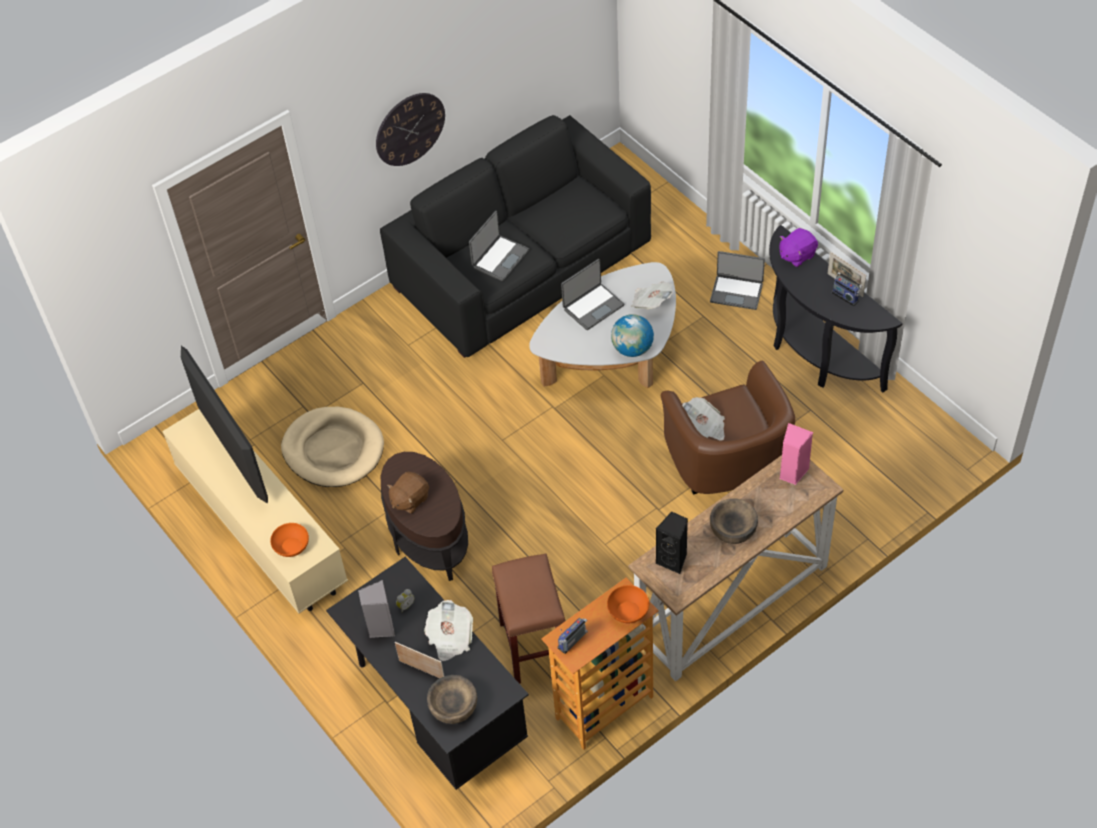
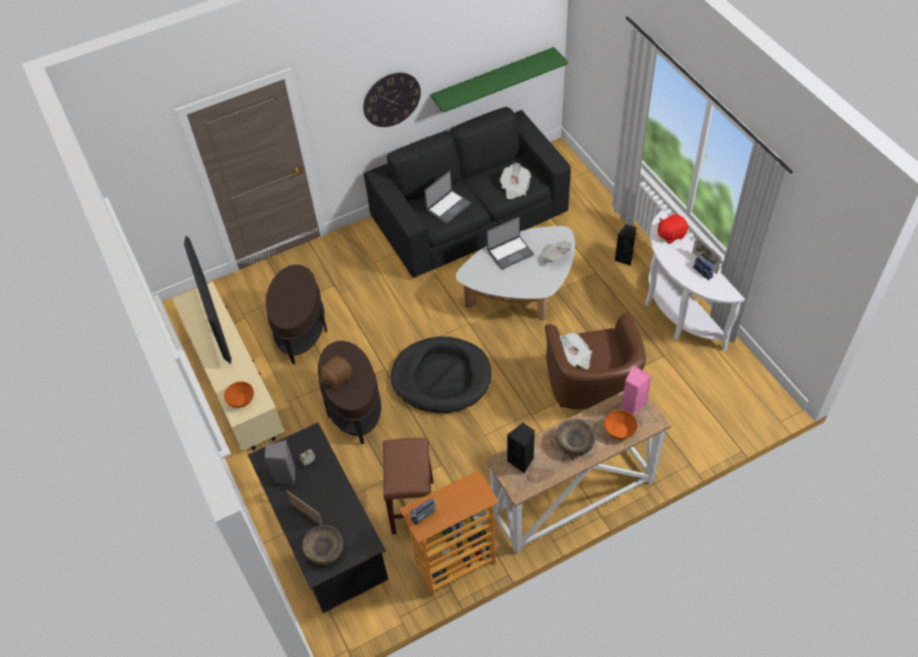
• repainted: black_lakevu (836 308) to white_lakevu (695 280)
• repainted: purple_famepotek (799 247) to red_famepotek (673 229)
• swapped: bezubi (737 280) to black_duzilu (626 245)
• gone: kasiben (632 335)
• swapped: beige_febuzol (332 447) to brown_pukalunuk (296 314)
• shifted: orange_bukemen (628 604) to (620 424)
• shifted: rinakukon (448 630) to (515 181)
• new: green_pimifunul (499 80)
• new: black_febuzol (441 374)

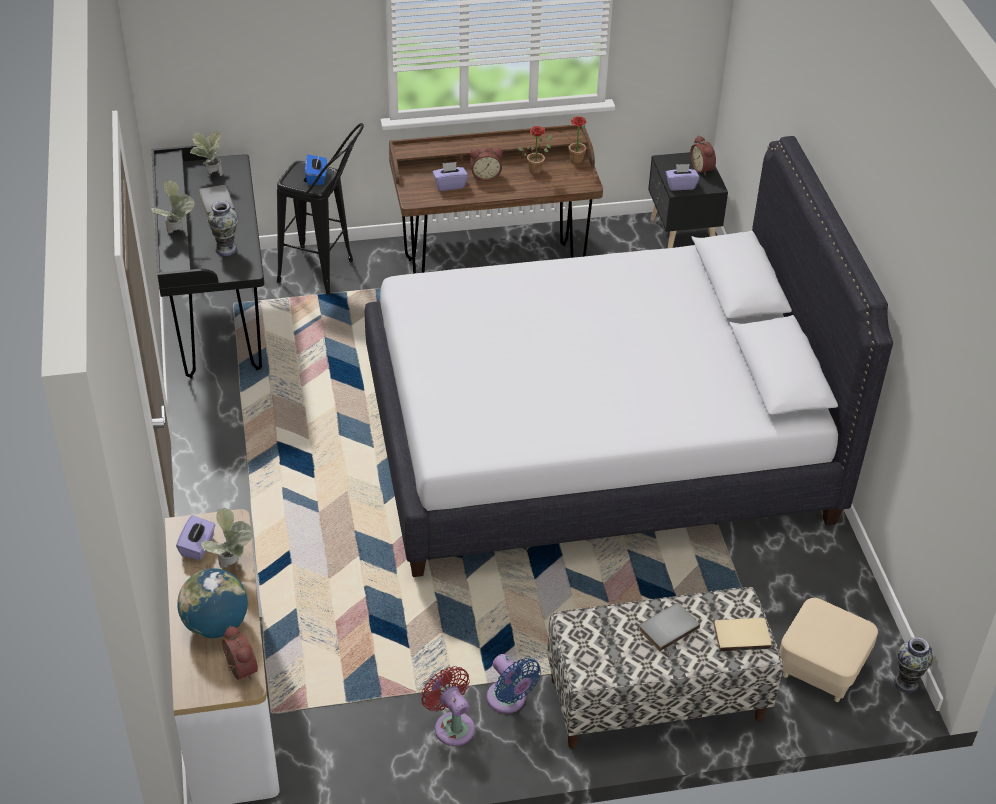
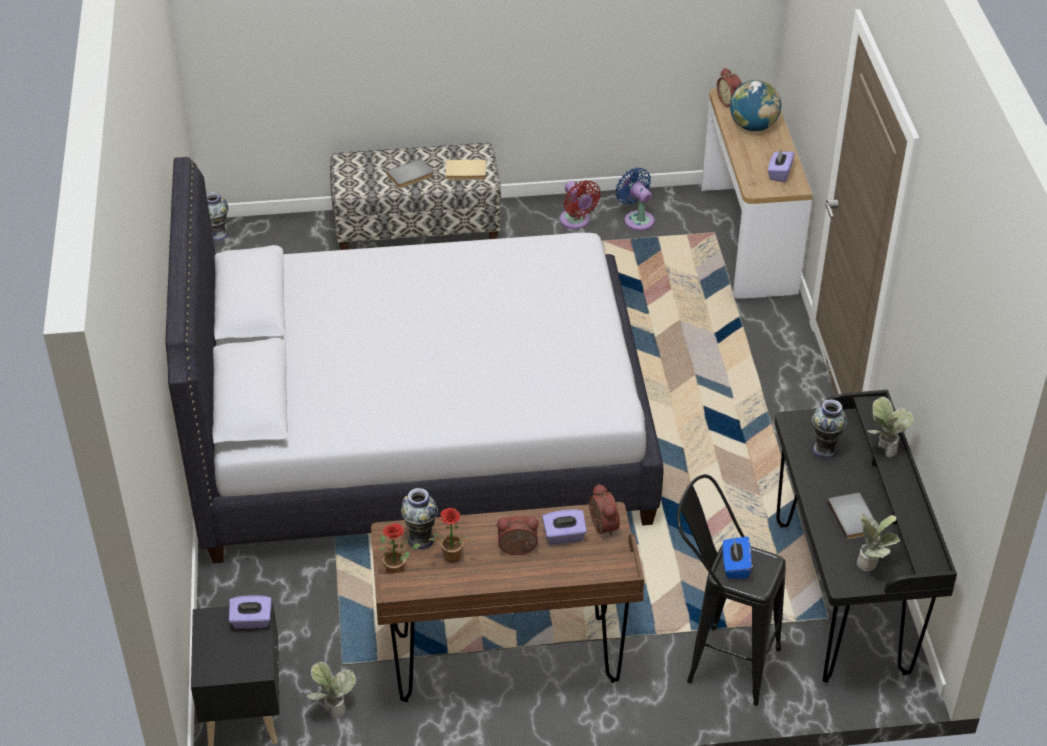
• shifted: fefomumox (703 155) to (604 510)
• shifted: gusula (227 538) to (331 690)
• gone: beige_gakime (828 650)
• shifted: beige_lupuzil (743 634) to (466 170)
• shifted: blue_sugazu (514 684) to (635 199)
• new: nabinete (419 518)

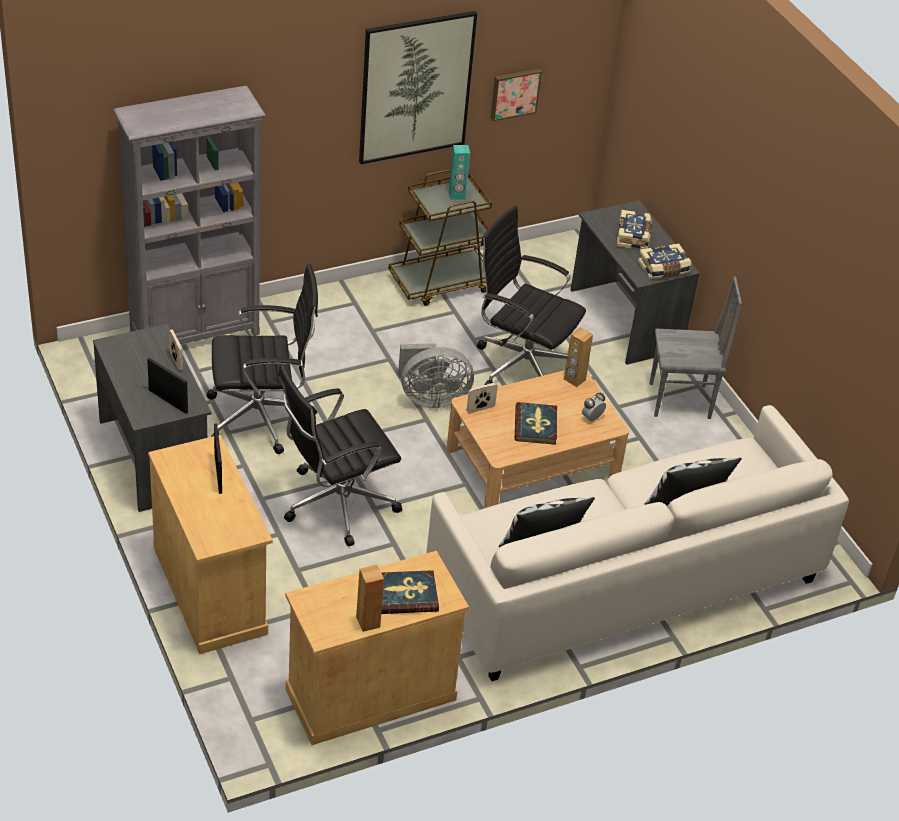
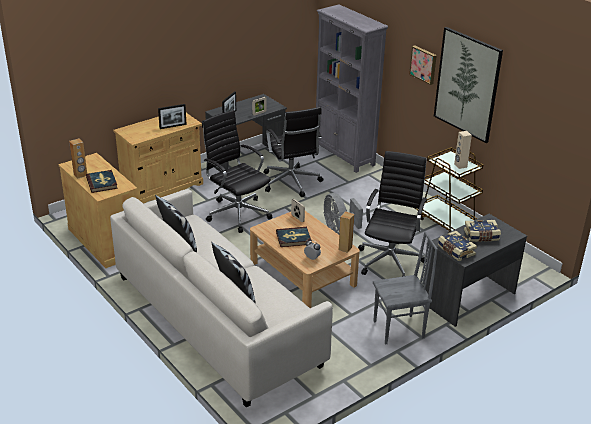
• shifted: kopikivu (516 94) to (423 65)
• repainted: turquoise_duzilu (459 172) to beige_duzilu (463 150)
• rotated: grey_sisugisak (695 347) = (405 288) 90 degrees counterclockwise

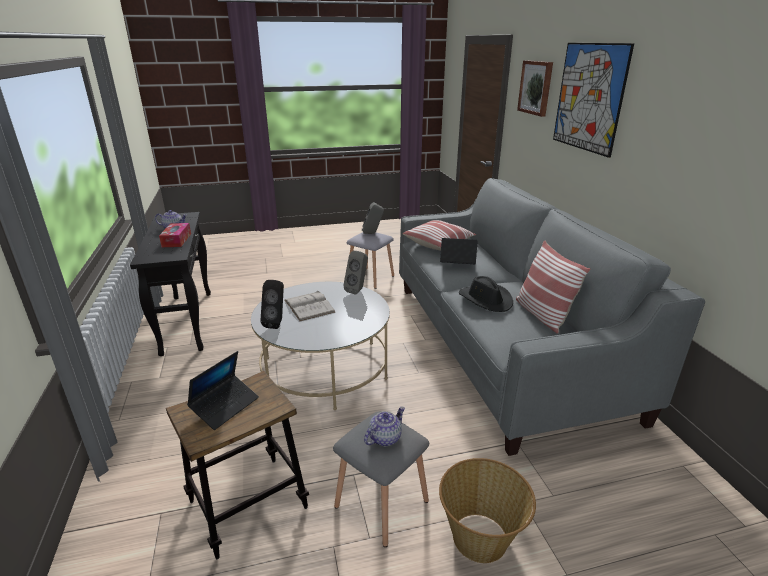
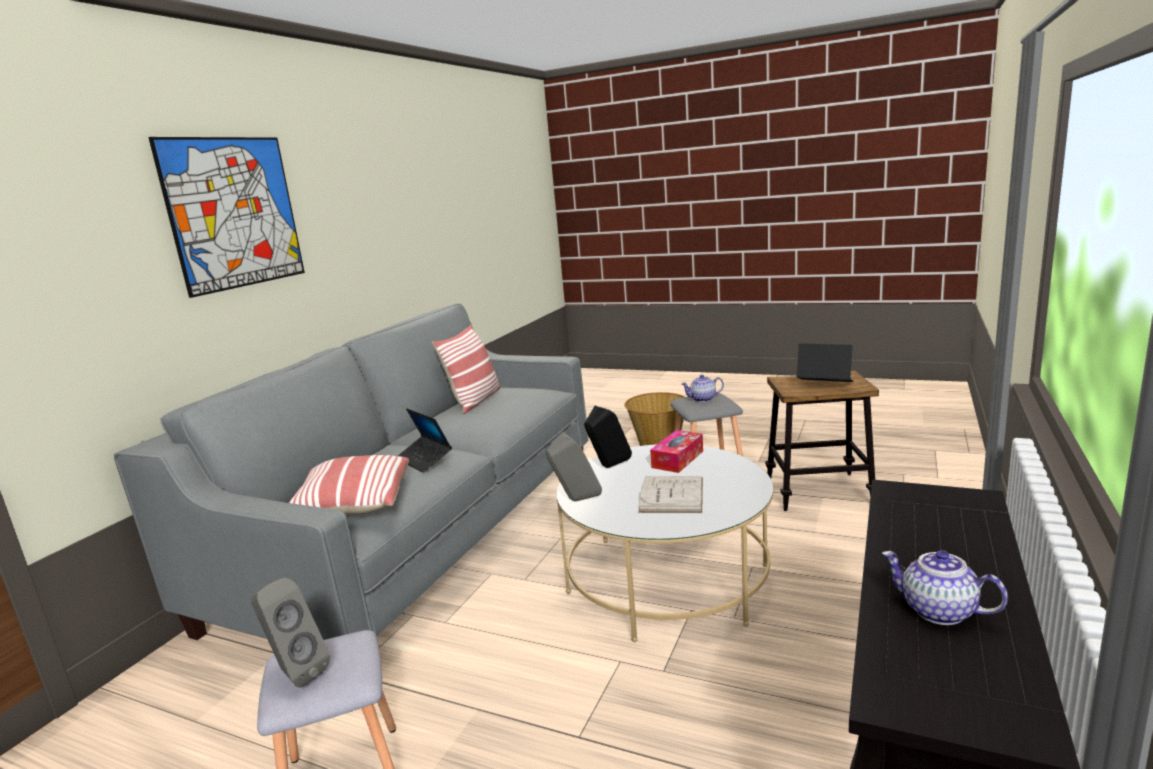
• gone: kopikivu (535 88)
• shifted: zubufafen (175 235) to (676 451)
• gone: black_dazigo (486 294)
• shifted: black_duzilu (272 304) to (608 437)
• rotated: bezubi (223 390) = (825 362) 45 degrees clockwise

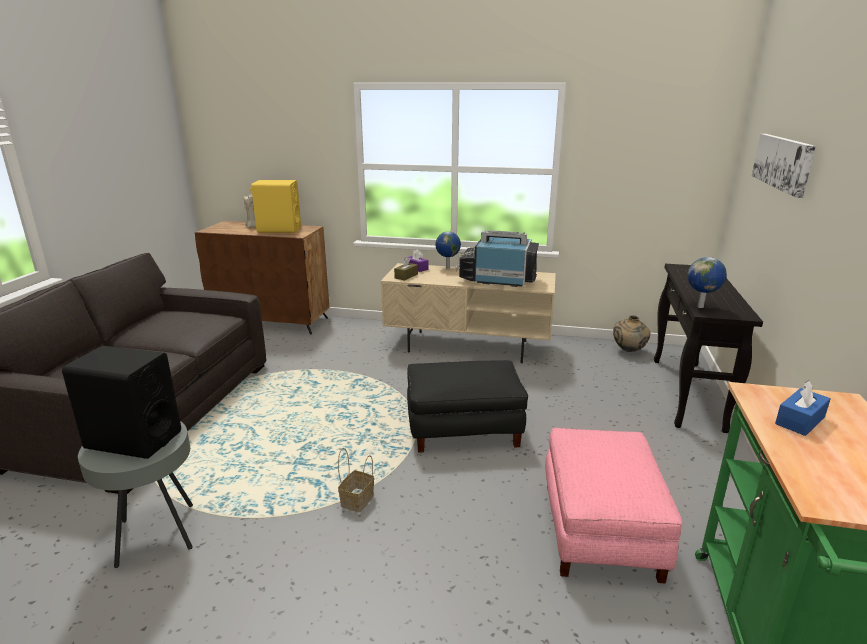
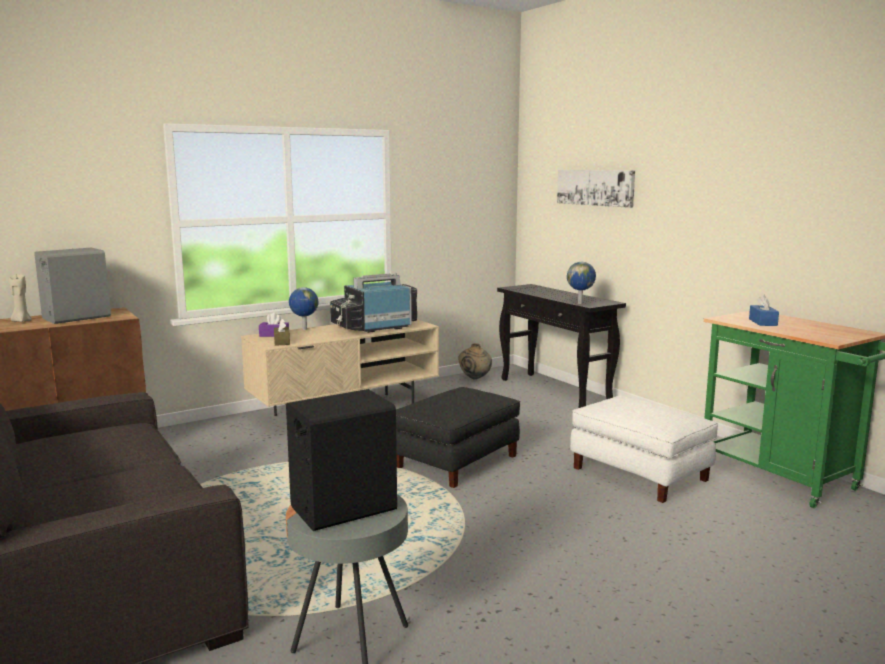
• repainted: yellow_duzilu (275 206) to grey_duzilu (72 286)
• repainted: pink_gakime (614 505) to white_gakime (644 449)
• gone: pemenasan (356 480)

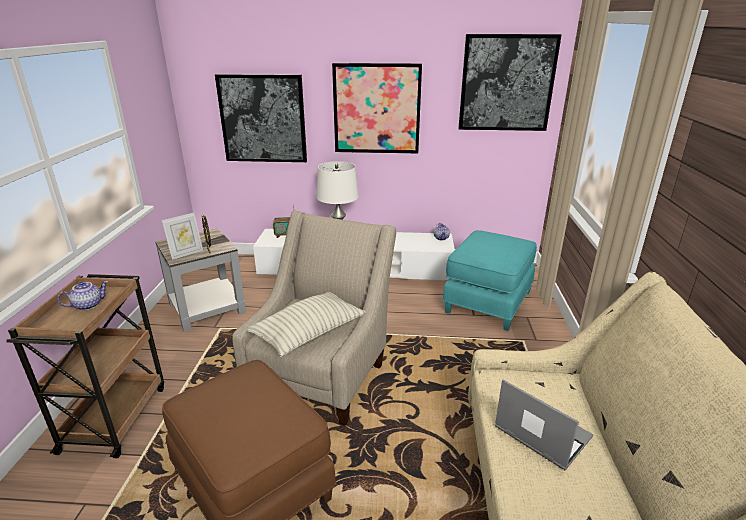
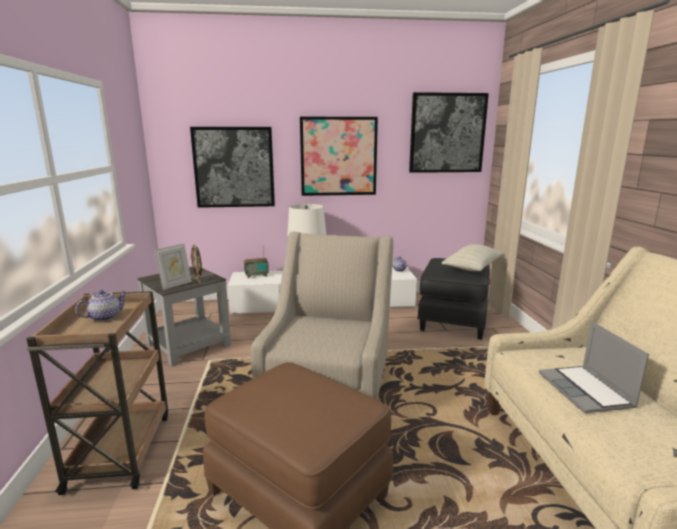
• repainted: turquoise_gakime (489 280) to black_gakime (453 299)
• shifted: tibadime (306 324) to (473 257)
• rotated: bezubi (544 424) = (594 367) 135 degrees counterclockwise

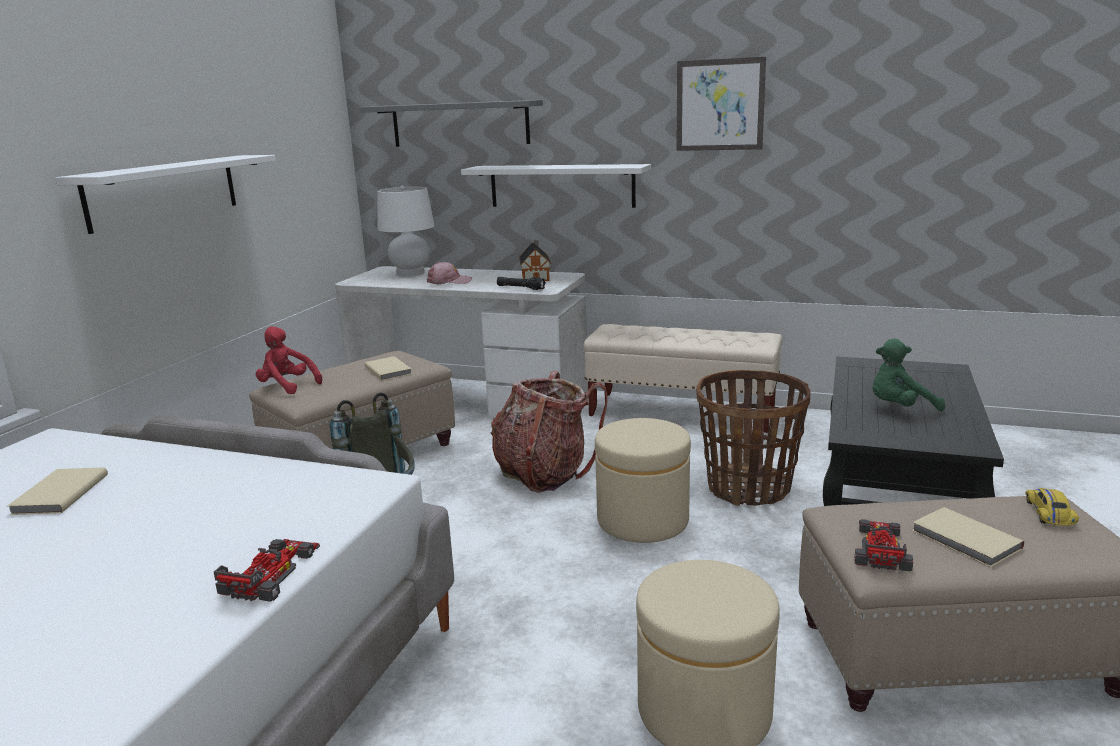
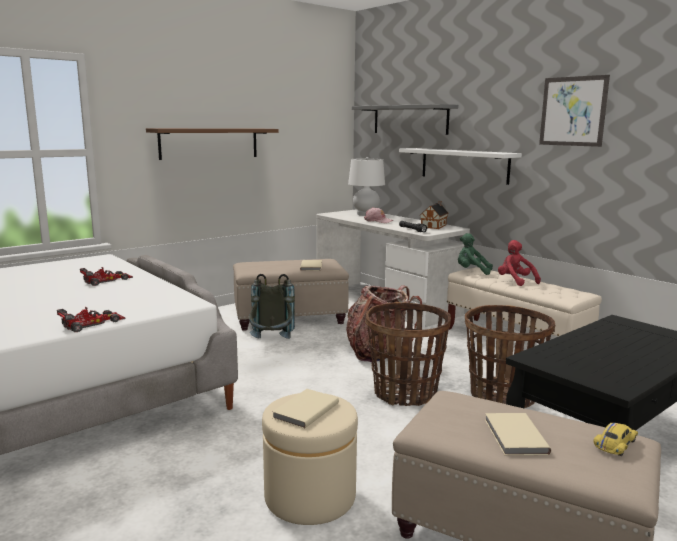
• repainted: white_pimifunul (166 194) to brown_pimifunul (212 144)
• shifted: red_famepotek (288 360) to (519 263)
• shifted: green_famepotek (908 375) to (475 254)
• swapped: beige_gakime (643 480) to pemenasan (408 354)
• shifted: beige_lupuzil (57 491) to (305 409)
• shifted: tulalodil (884 545) to (106 276)

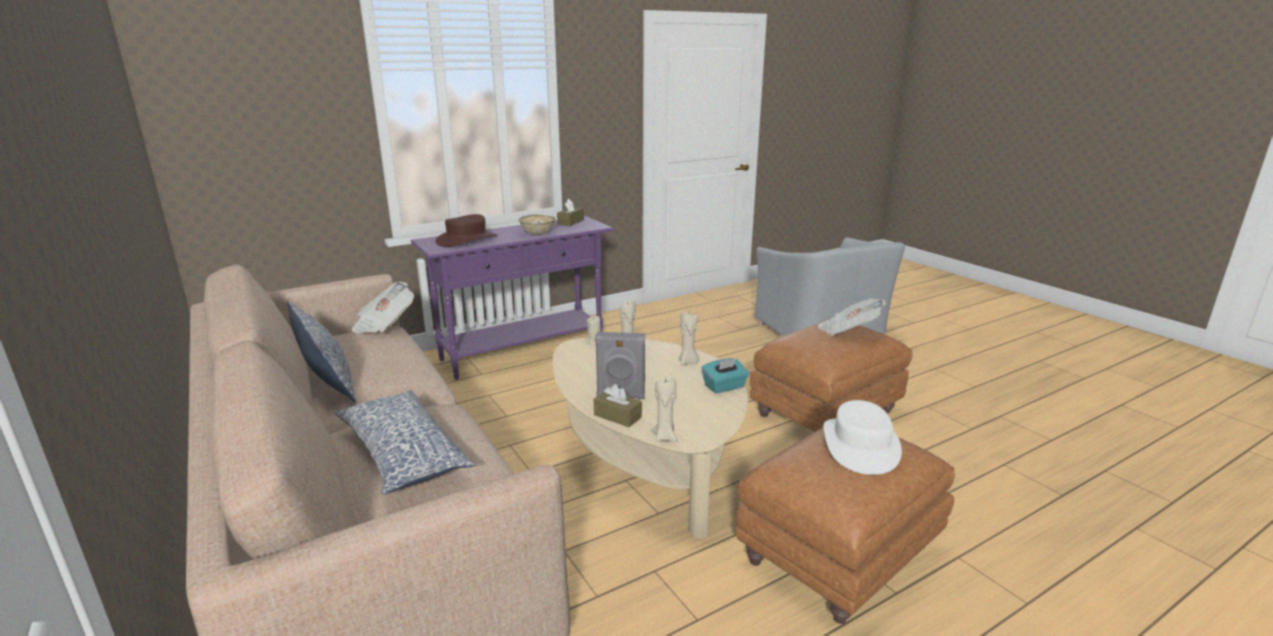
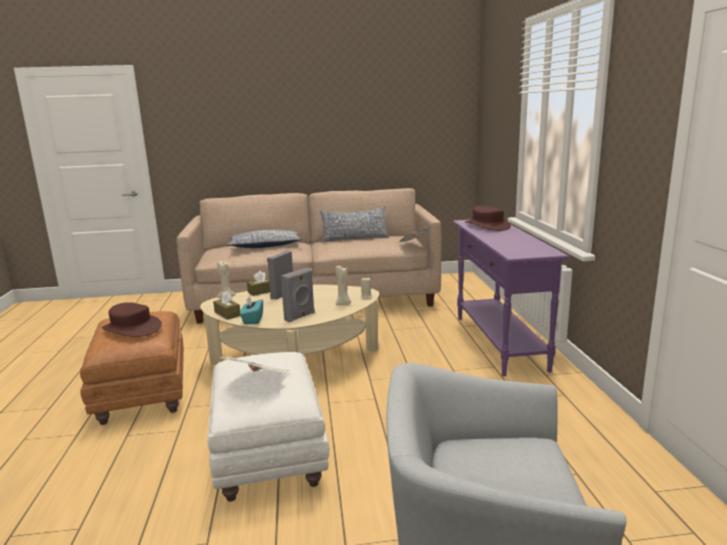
• shifted: brown_zubufafen (570 212) to (226 305)
• gone: bukemen (537 225)
• swapped: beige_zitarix (689 338) to grey_duzilu (298 295)
• repainted: brown_gakime (831 376) to white_gakime (269 427)
• repainted: white_dazigo (863 437) to brown_dazigo (132 319)

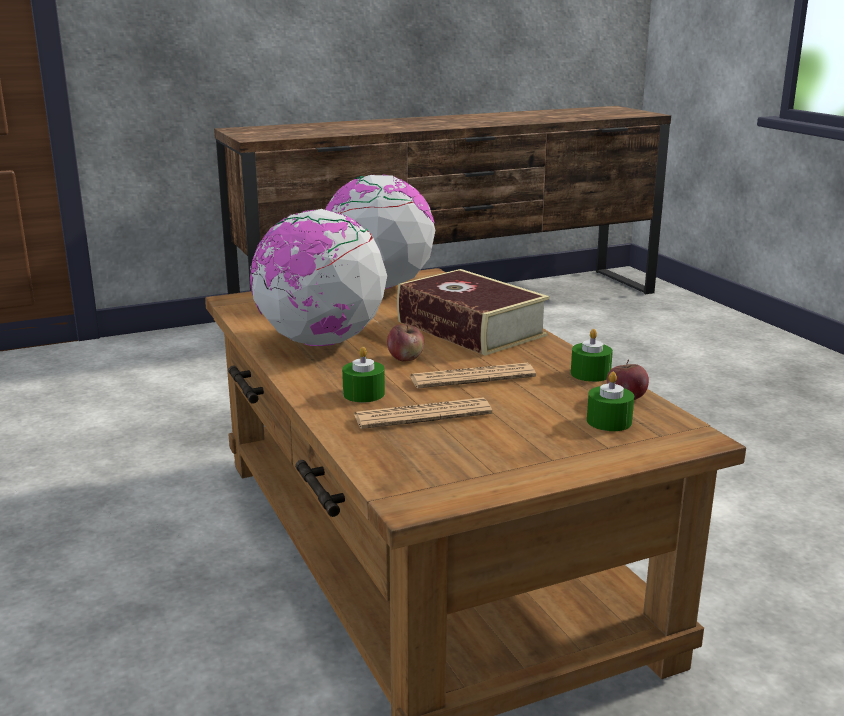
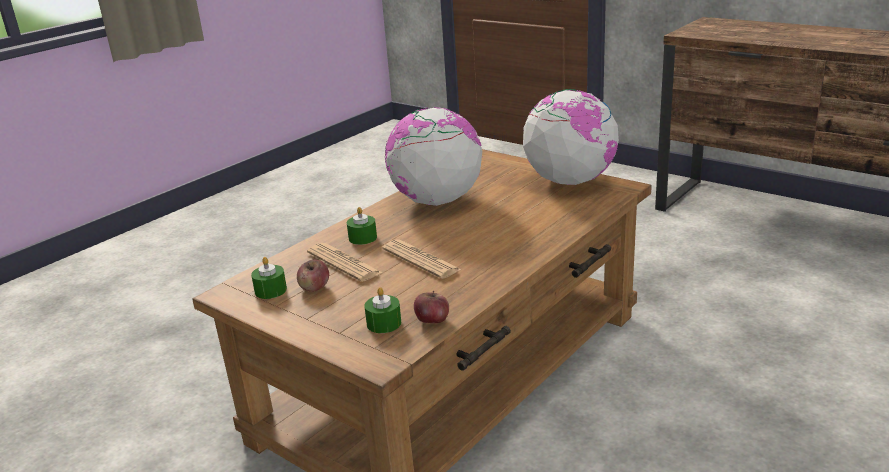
• gone: lupuzil (473 312)
• shifted: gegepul (405 343) to (313 276)
• shifted: green_zitarix (592 355) to (269 278)

